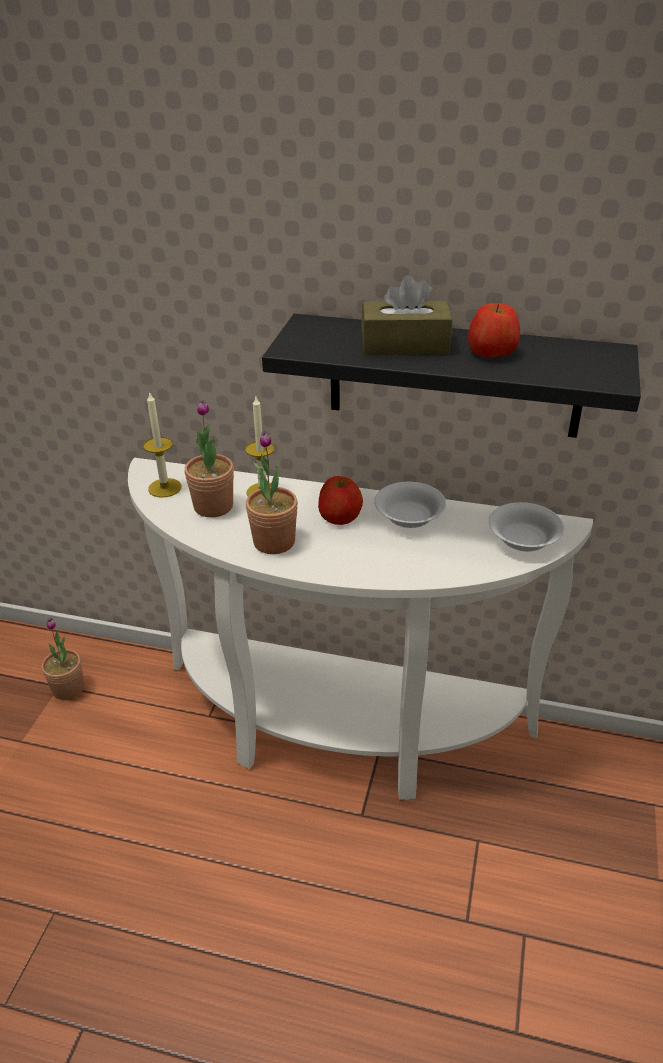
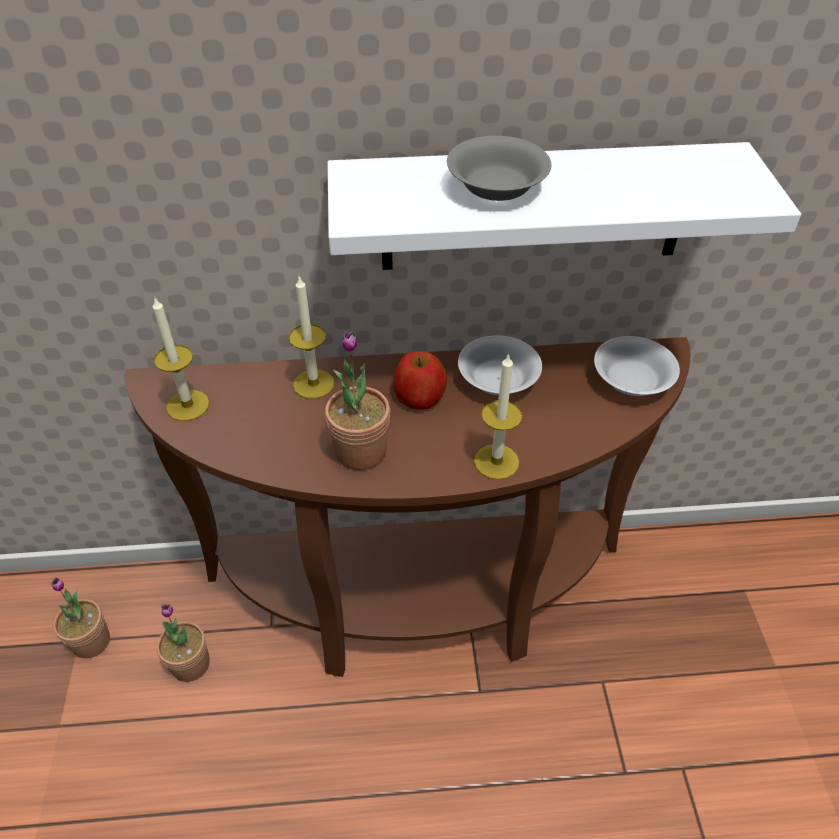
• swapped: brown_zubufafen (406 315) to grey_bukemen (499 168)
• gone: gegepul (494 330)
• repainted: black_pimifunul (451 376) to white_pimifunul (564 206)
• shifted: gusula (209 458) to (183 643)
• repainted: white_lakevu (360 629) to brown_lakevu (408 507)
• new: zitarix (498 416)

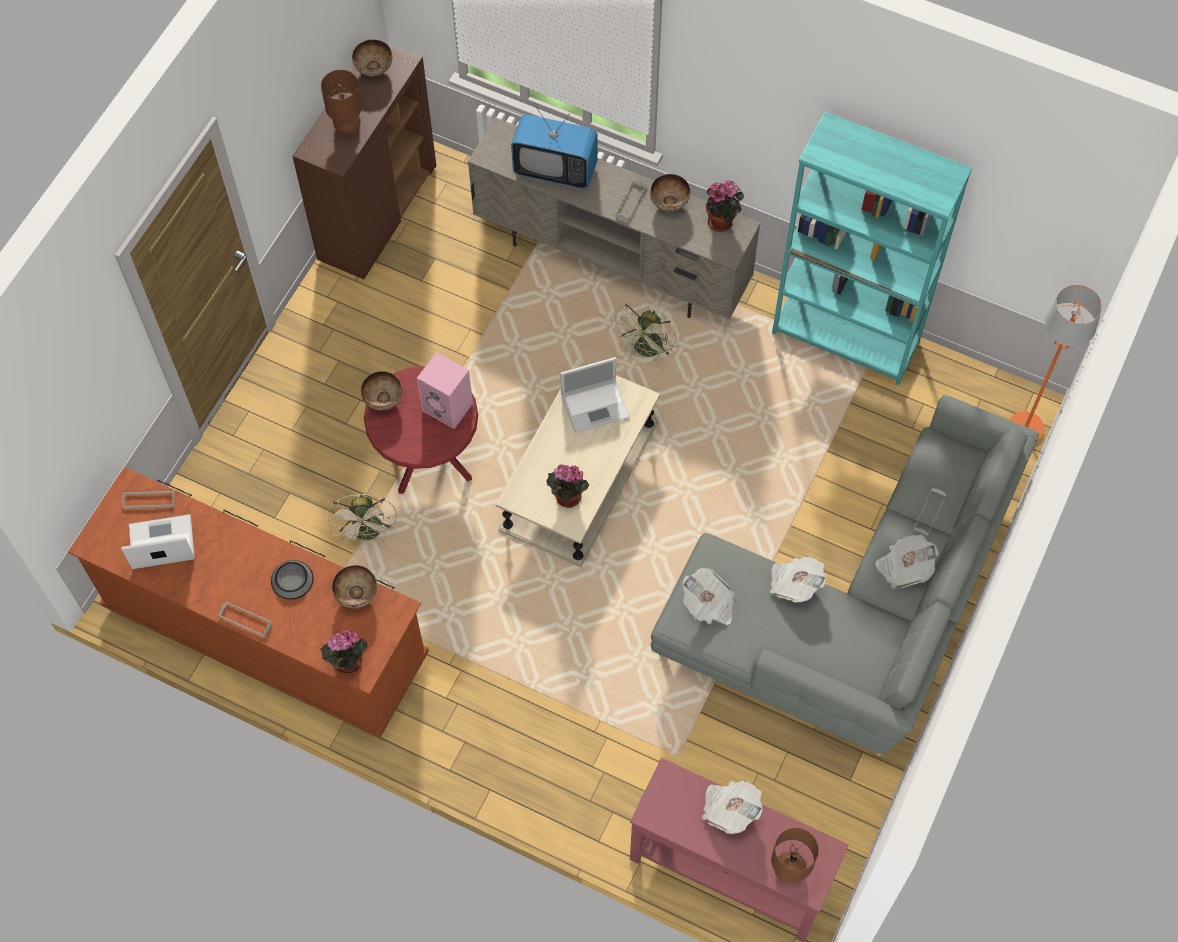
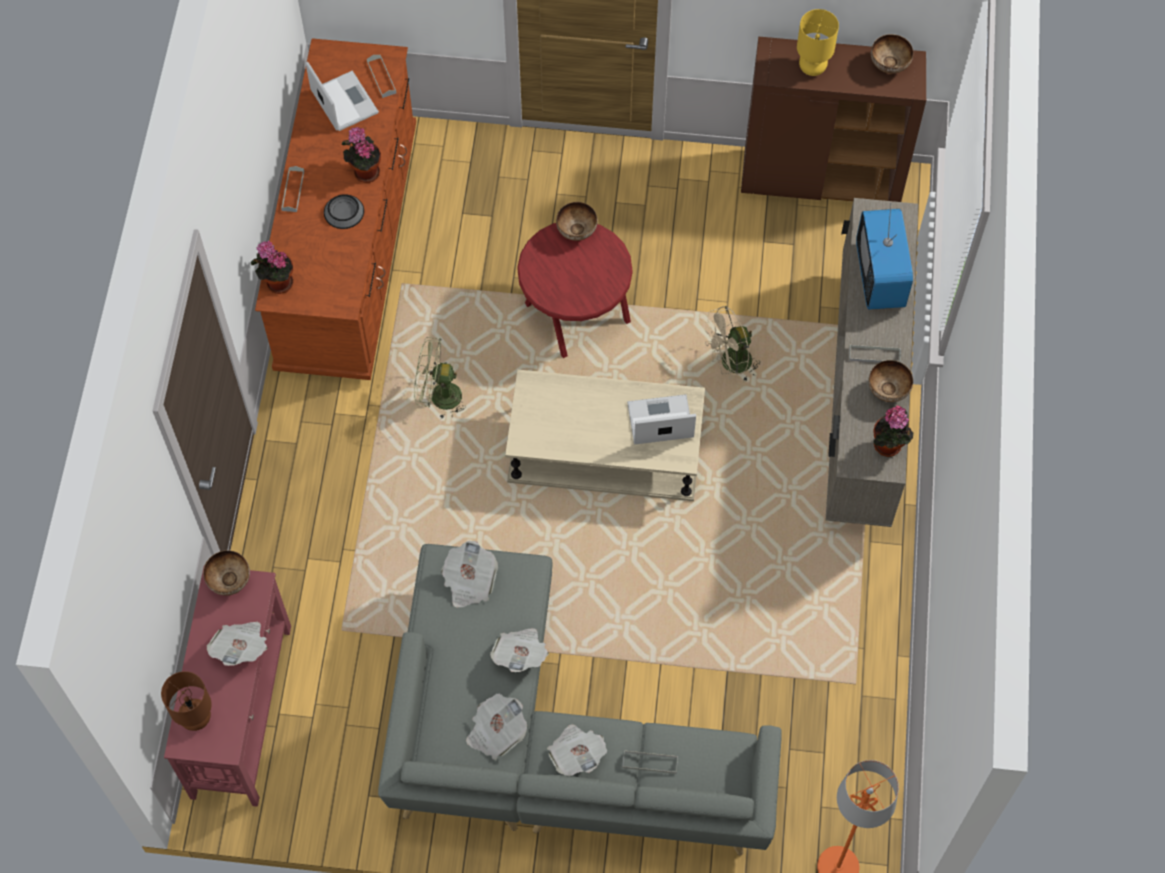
• repainted: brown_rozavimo (341 102) to yellow_rozavimo (818 42)
• gone: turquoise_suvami (872 248)
• shifted: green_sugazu (644 331) to (440 377)
• gone: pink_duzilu (445 390)
• rotated: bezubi (595 395) = (661 419) 120 degrees clockwise
• shifted: gusula (567 486) to (361 155)
• shifted: beige_sugazu (362 519) to (732 344)
• shifted: bukemen (354 587) to (226 573)
• new: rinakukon (496 727)

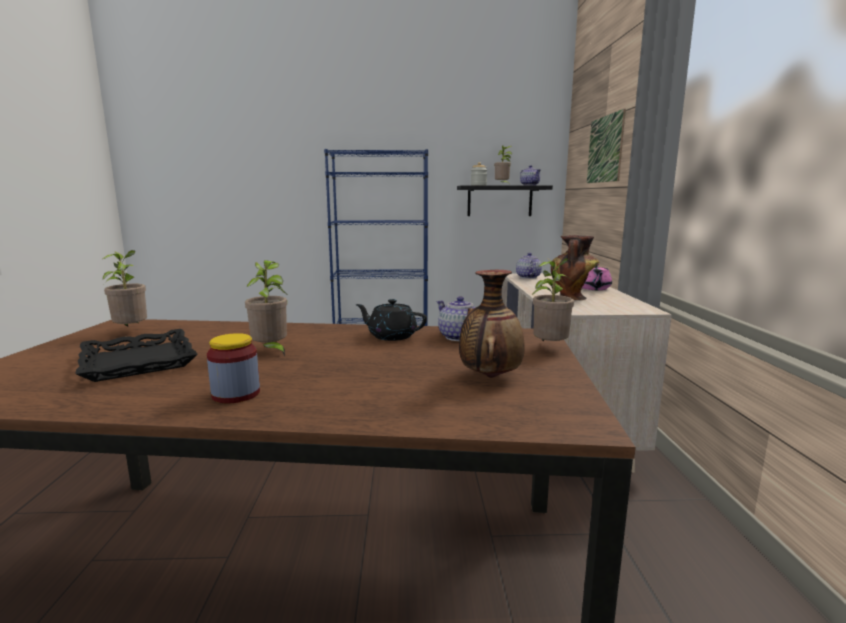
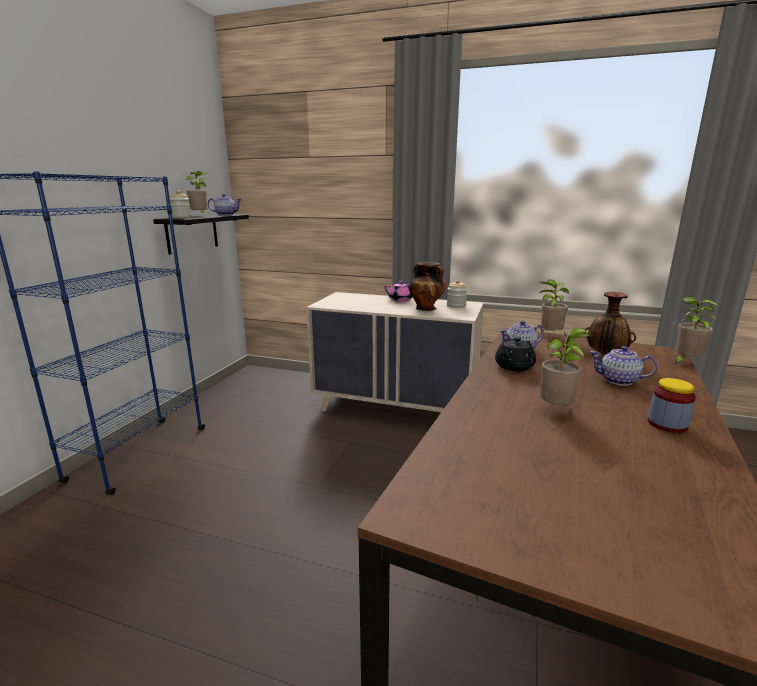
• gone: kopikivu (606 146)
• shifted: gusula (124 288) to (696 330)
• shifted: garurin (529 266) to (623 366)
• gone: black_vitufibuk (137 355)
• new: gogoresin (457 294)

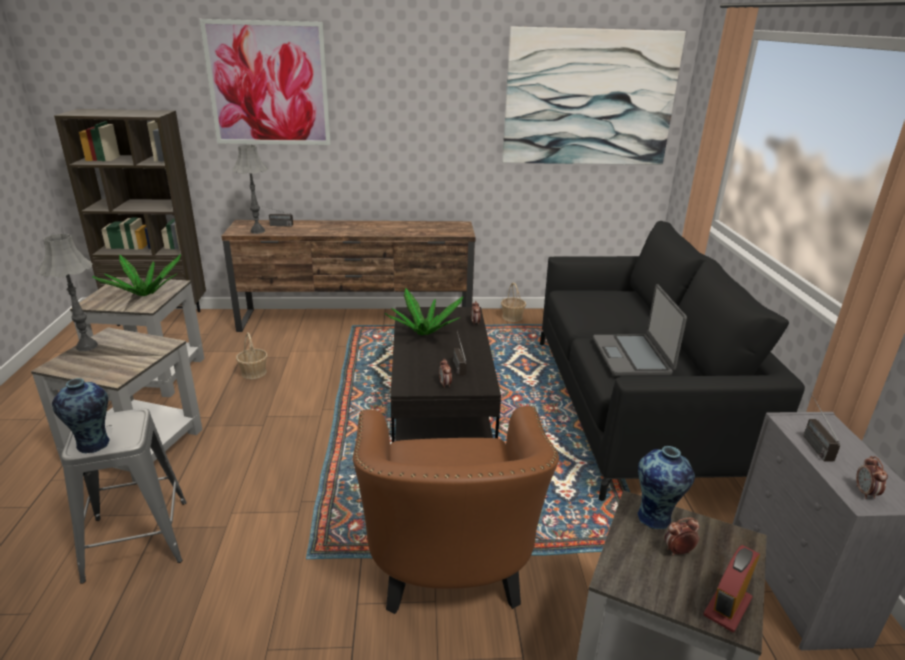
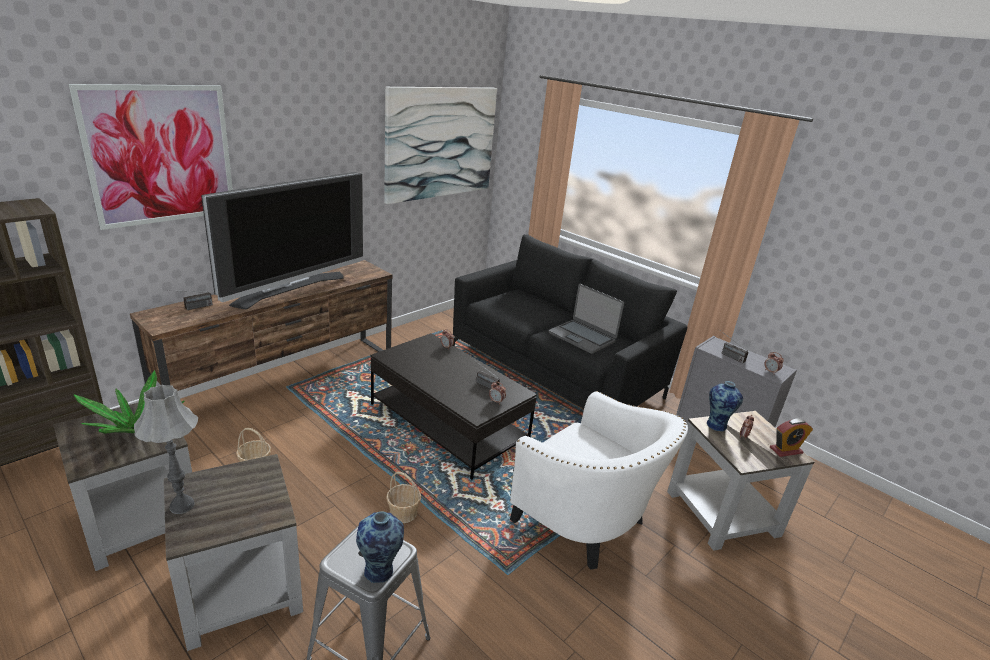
• gone: grey_rozavimo (250 189)
• shifted: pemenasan (513 302) to (403 497)
• gone: gusula (424 311)
• repainted: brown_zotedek (456 510) to white_zotedek (599 480)
• rotated: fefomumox (731 588) = (791 438) 105 degrees counterclockwise
• new: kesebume (282 240)

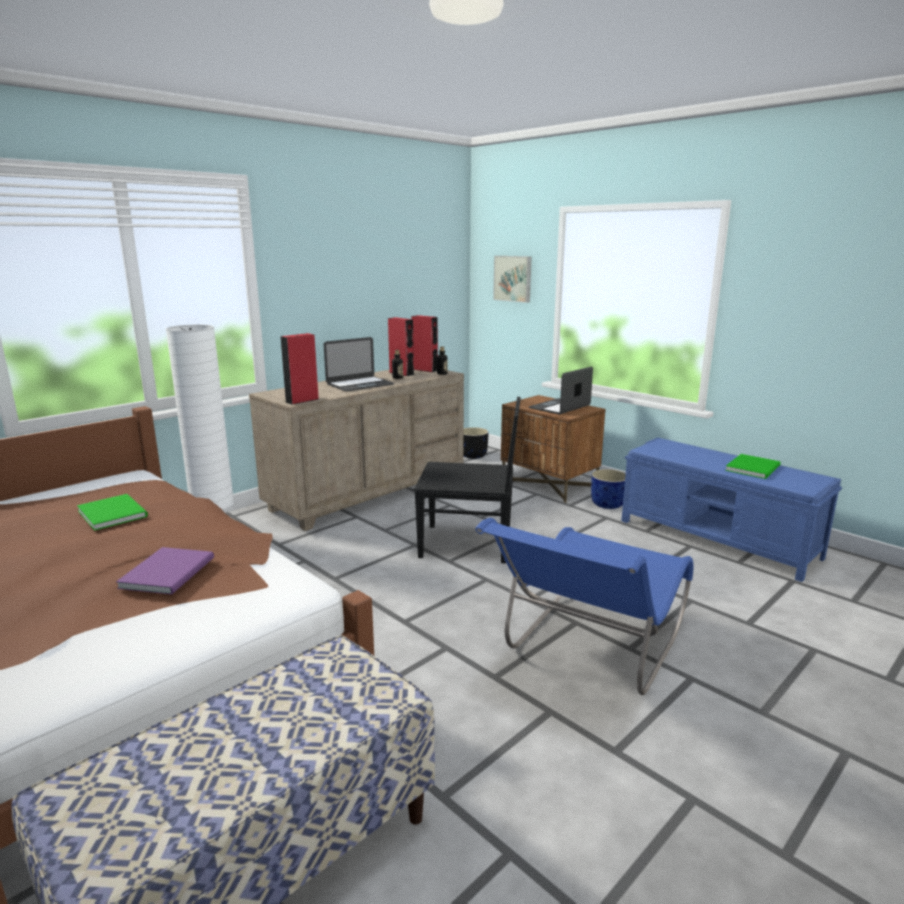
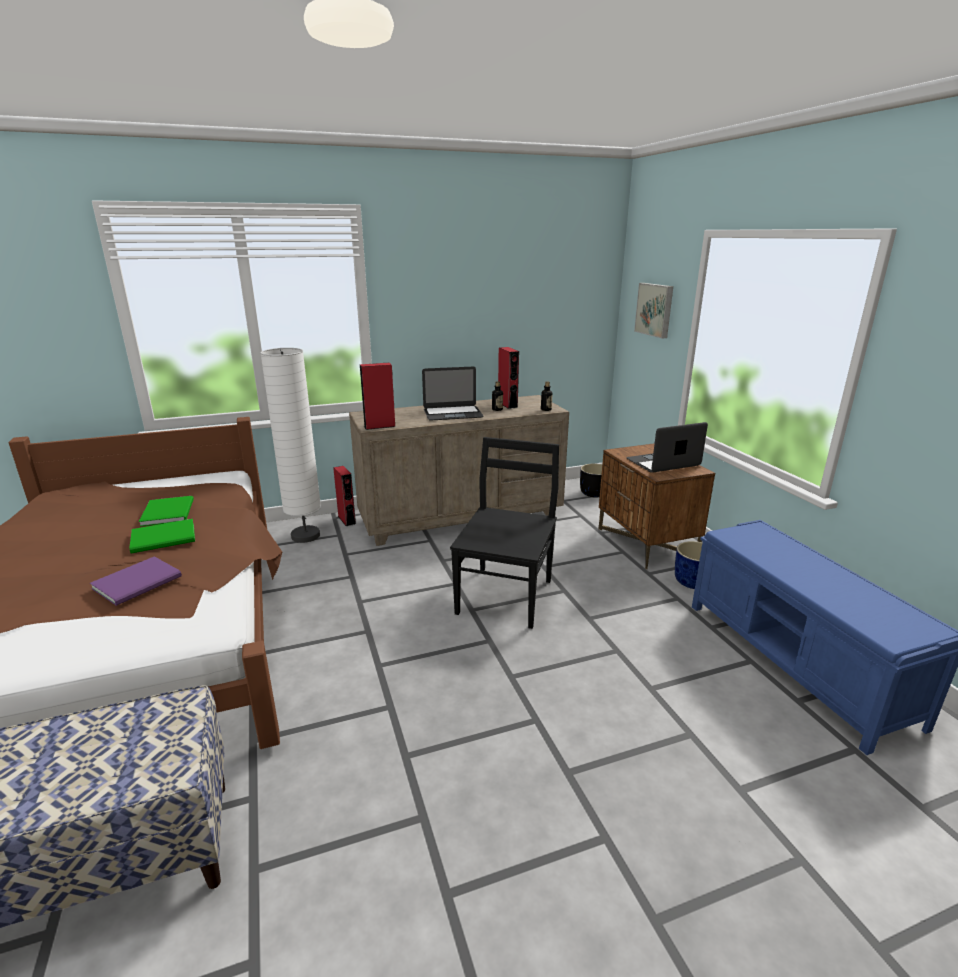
• shifted: red_duzilu (424 344) to (344 496)
• rotated: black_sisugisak (467 480) = (504 533) 105 degrees counterclockwise
• shifted: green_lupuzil (753 466) to (162 536)
• gone: blue_sisugisak (585 606)

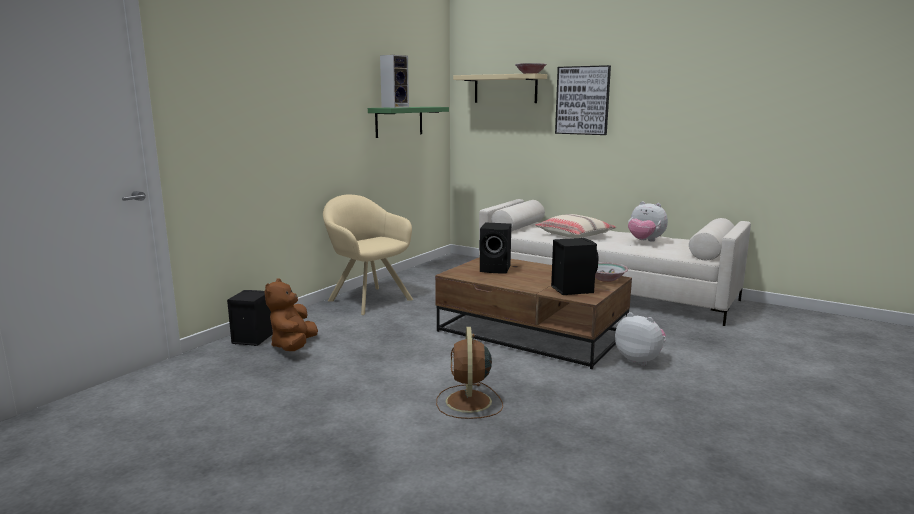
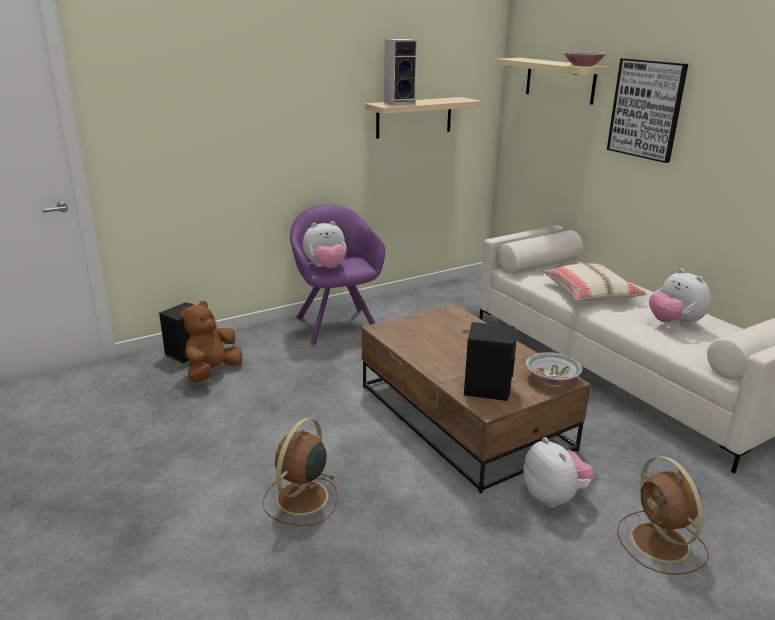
• repainted: green_pimifunul (408 122) to beige_pimifunul (423 118)
• repainted: beige_zotedek (368 255) to purple_zotedek (337 275)
• gone: black_duzilu (495 247)
• new: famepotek (324 244)
• new: brown_sugazu (663 515)

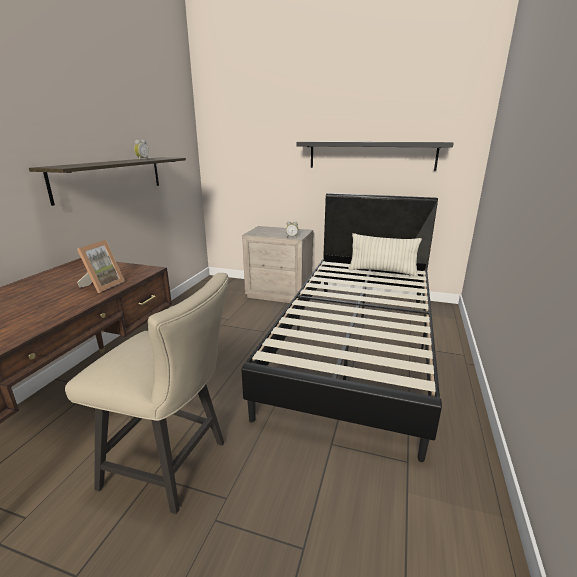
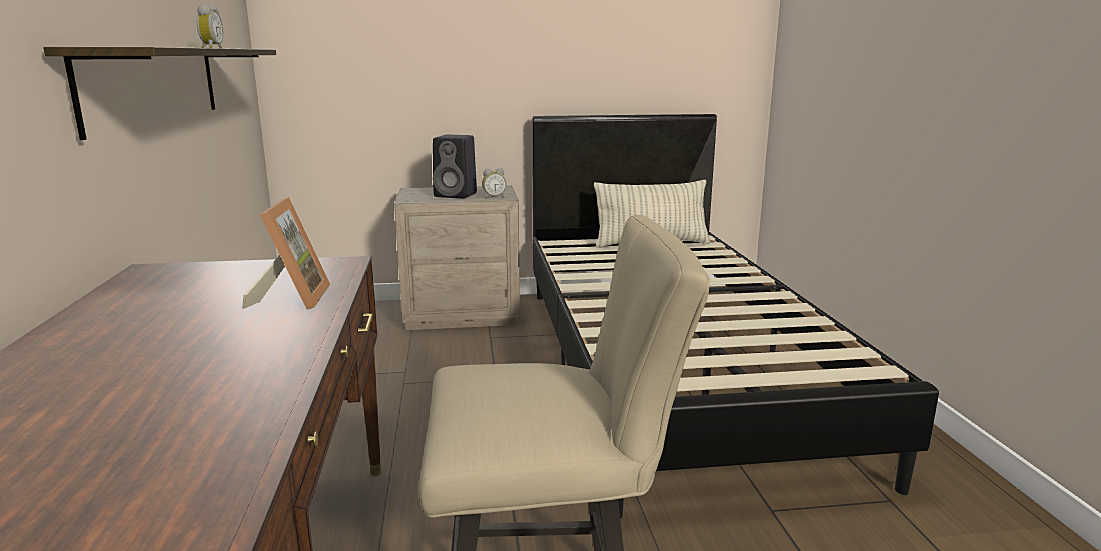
• gone: black_pimifunul (374 156)
• new: black_duzilu (455 166)

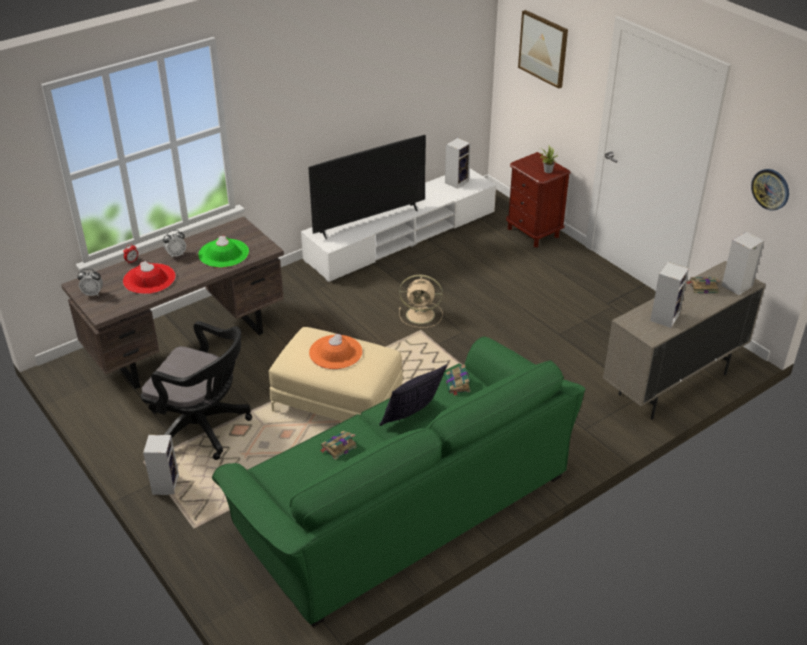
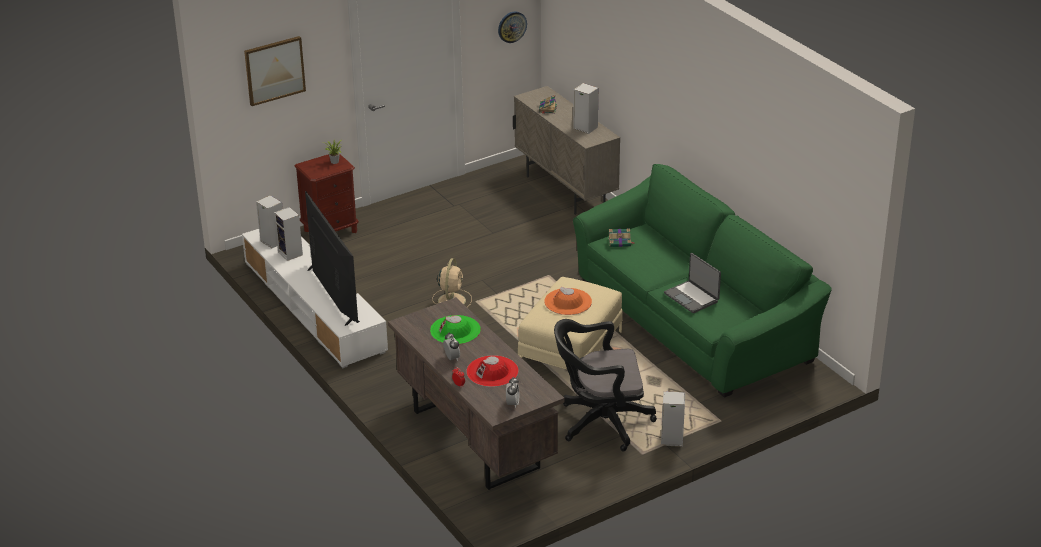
• shifted: duzilu (743 264) to (288 234)
• rotated: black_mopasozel (196 390) = (605 385) 120 degrees counterclockwise
• gone: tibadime (413 395)
• swapped: lupuzil (338 445) to bezubi (692 283)

